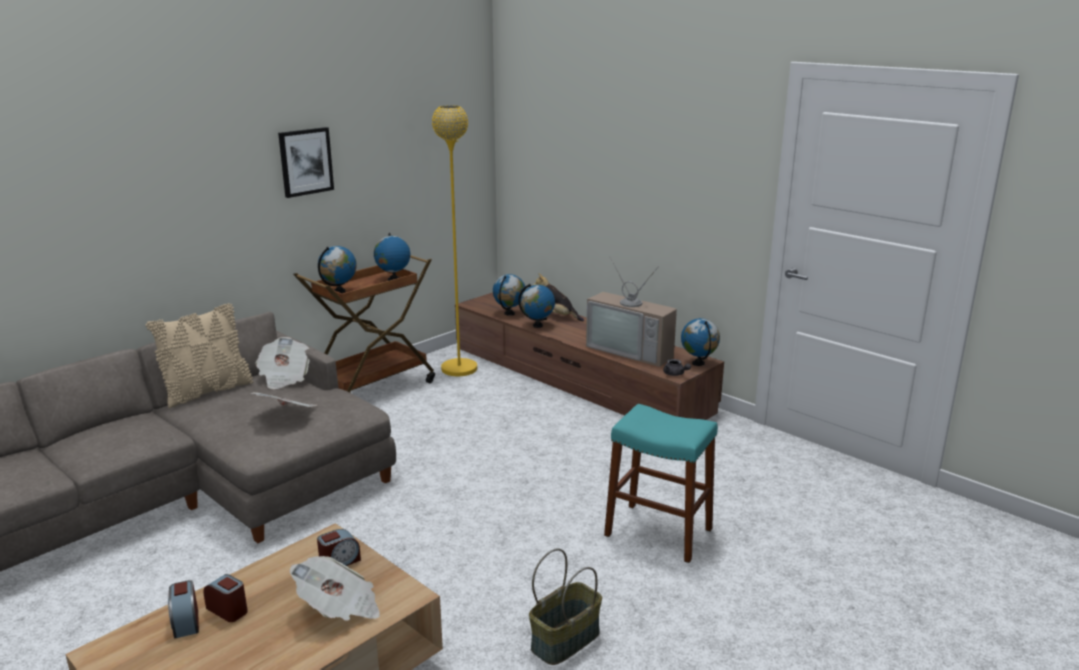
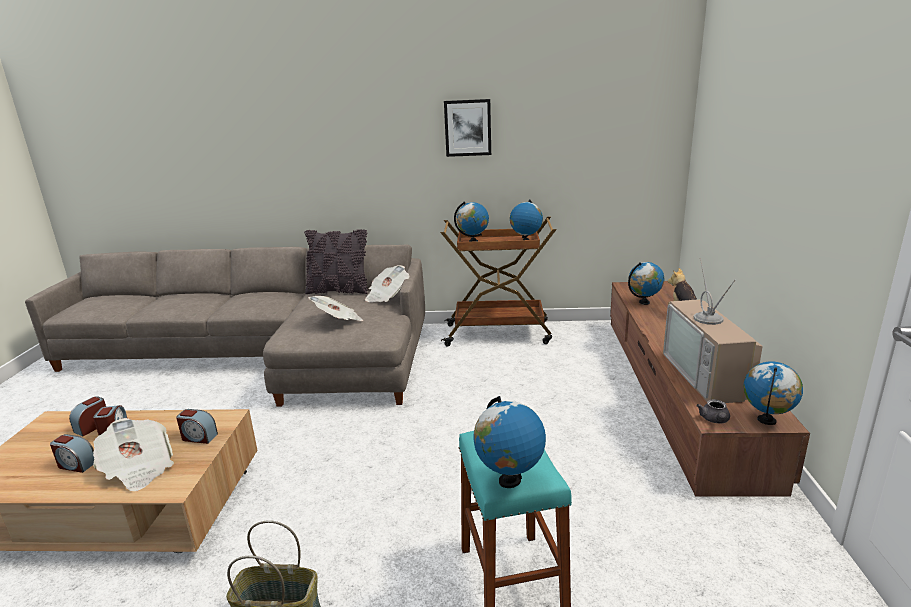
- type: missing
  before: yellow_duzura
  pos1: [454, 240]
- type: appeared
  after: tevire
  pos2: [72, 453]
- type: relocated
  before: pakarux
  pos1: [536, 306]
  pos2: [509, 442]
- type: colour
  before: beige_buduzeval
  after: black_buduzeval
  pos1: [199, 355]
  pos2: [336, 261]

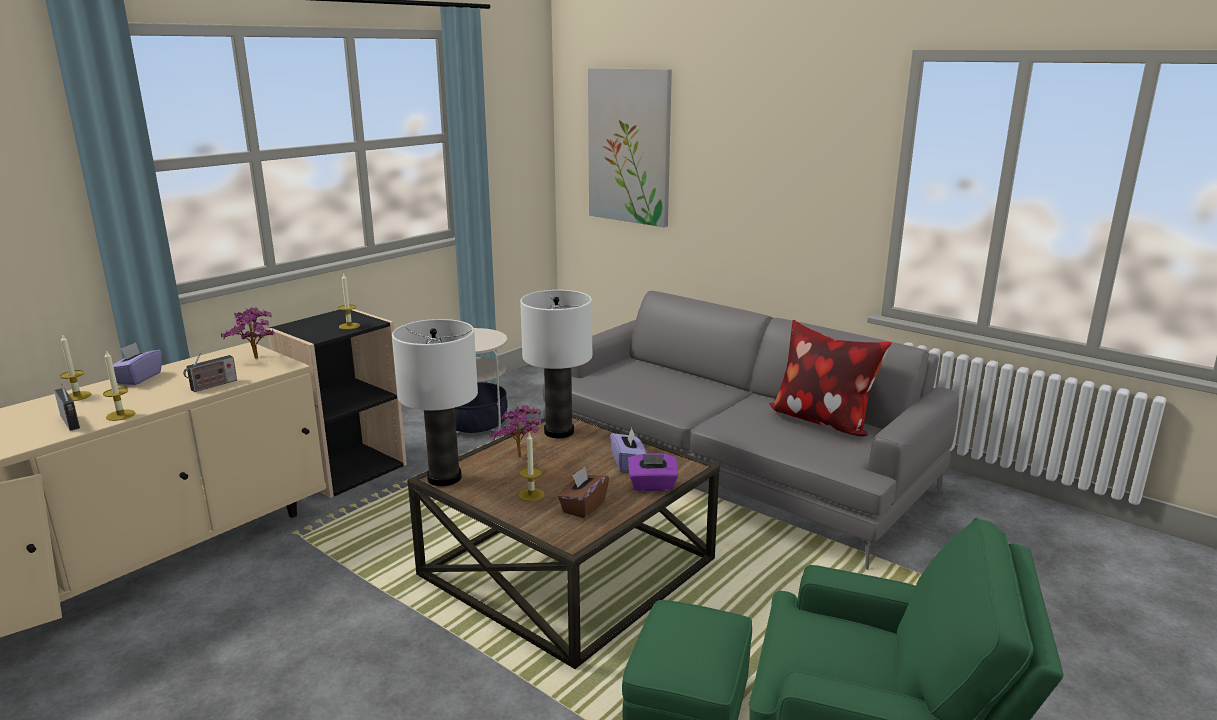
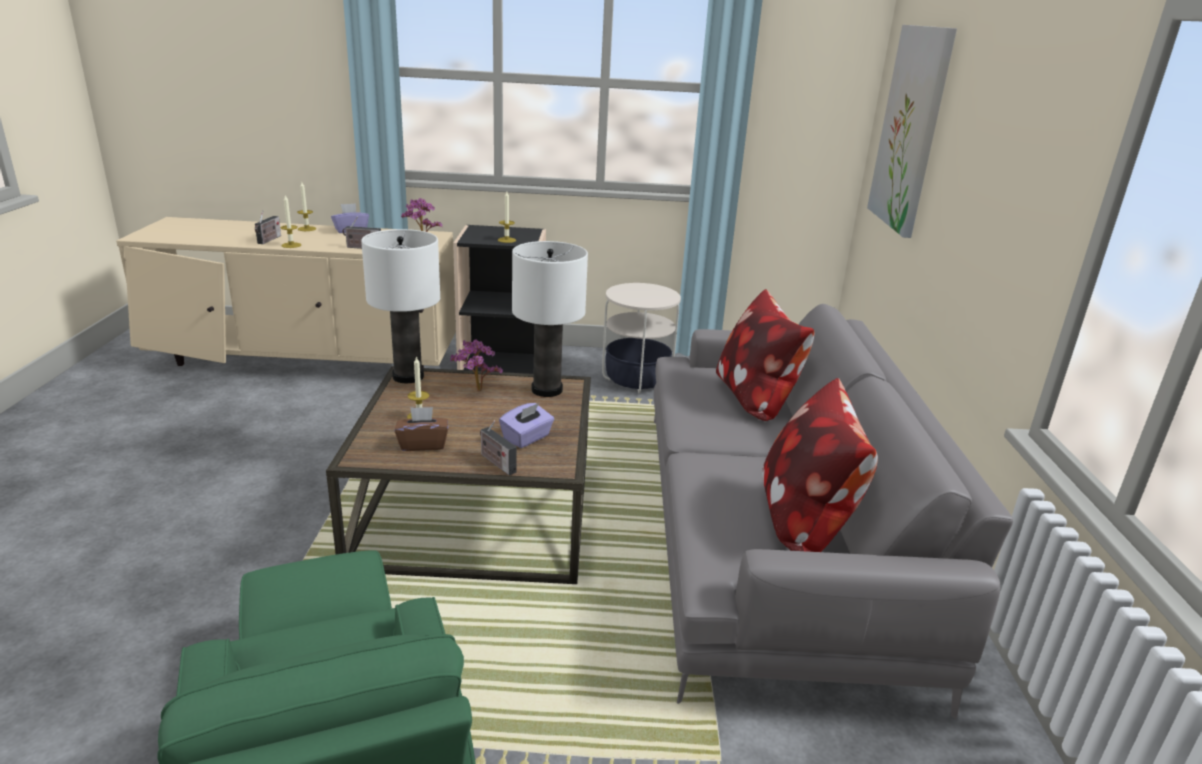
- type: appeared
  after: buduzeval
  pos2: [765, 355]
- type: exchanged
  before: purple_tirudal
  after: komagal
  pos1: [653, 472]
  pos2: [498, 448]

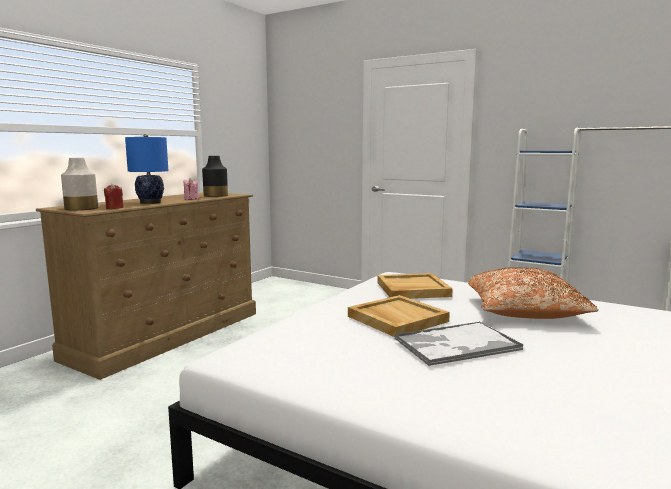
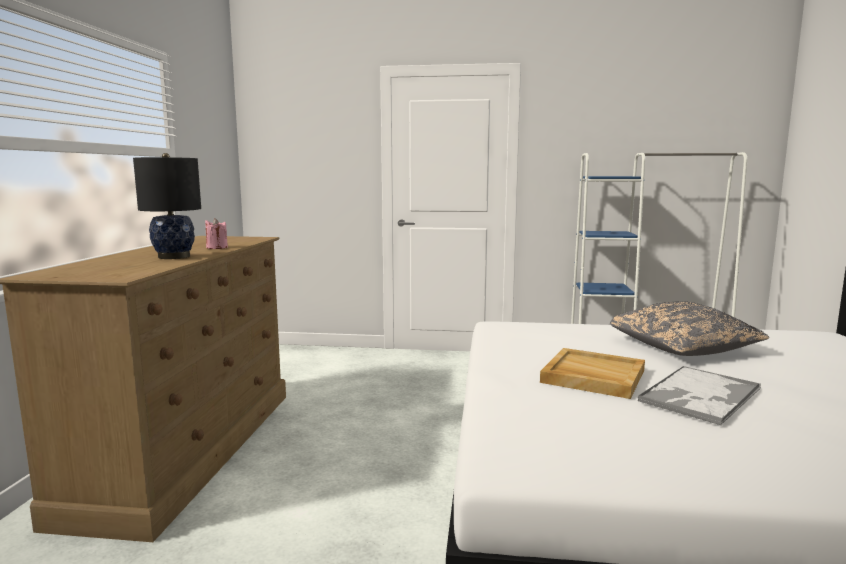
- type: missing
  before: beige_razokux
  pos1: [79, 184]
- type: missing
  before: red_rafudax
  pos1: [114, 196]
- type: missing
  before: black_razokux
  pos1: [215, 176]
- type: missing
  before: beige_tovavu
  pos1: [415, 286]
- type: colour
  before: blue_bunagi
  after: black_bunagi
  pos1: [146, 169]
  pos2: [167, 206]
- type: colour
  before: orange_buduzeval
  after: grey_buduzeval
  pos1: [533, 293]
  pos2: [689, 328]

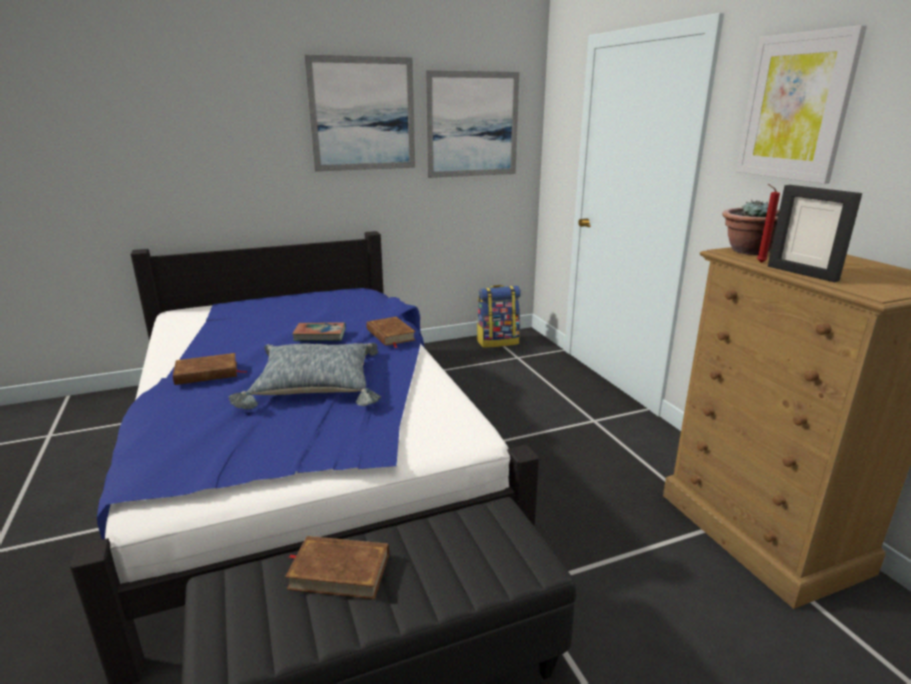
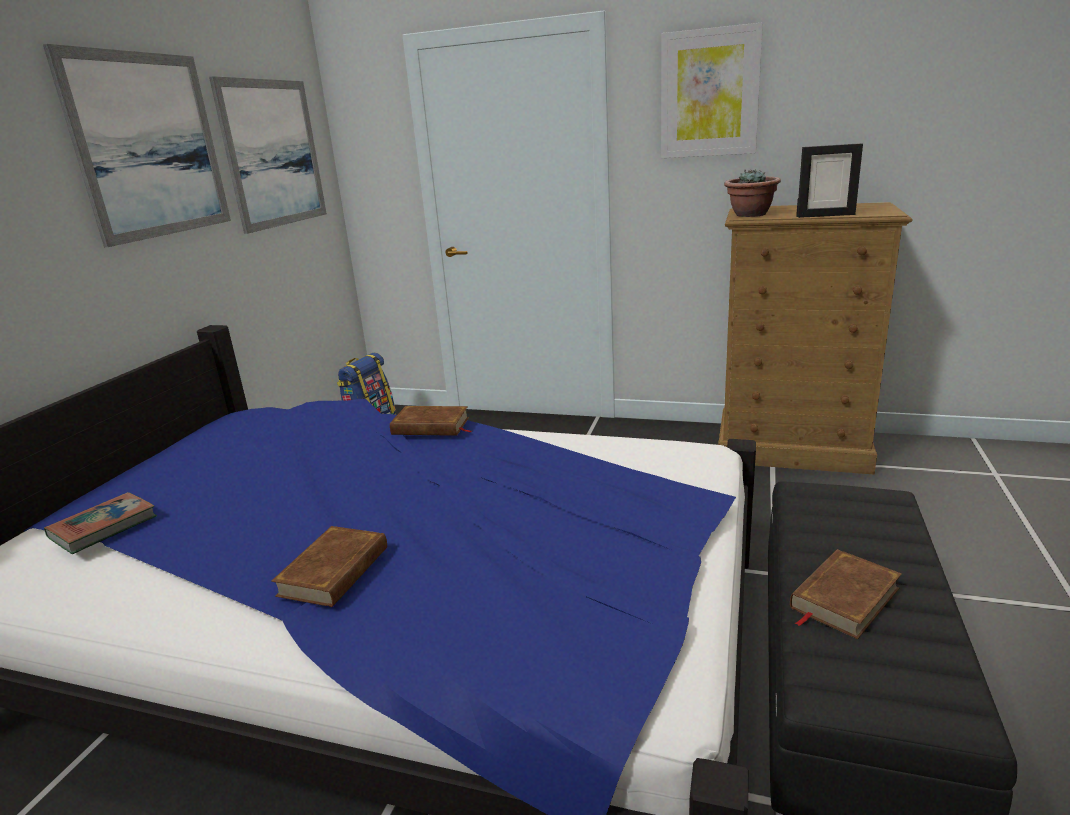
- type: missing
  before: buduzeval
  pos1: [304, 376]
- type: missing
  before: red_rafudax
  pos1: [768, 223]
- type: relocated
  before: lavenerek
  pos1: [319, 331]
  pos2: [100, 523]

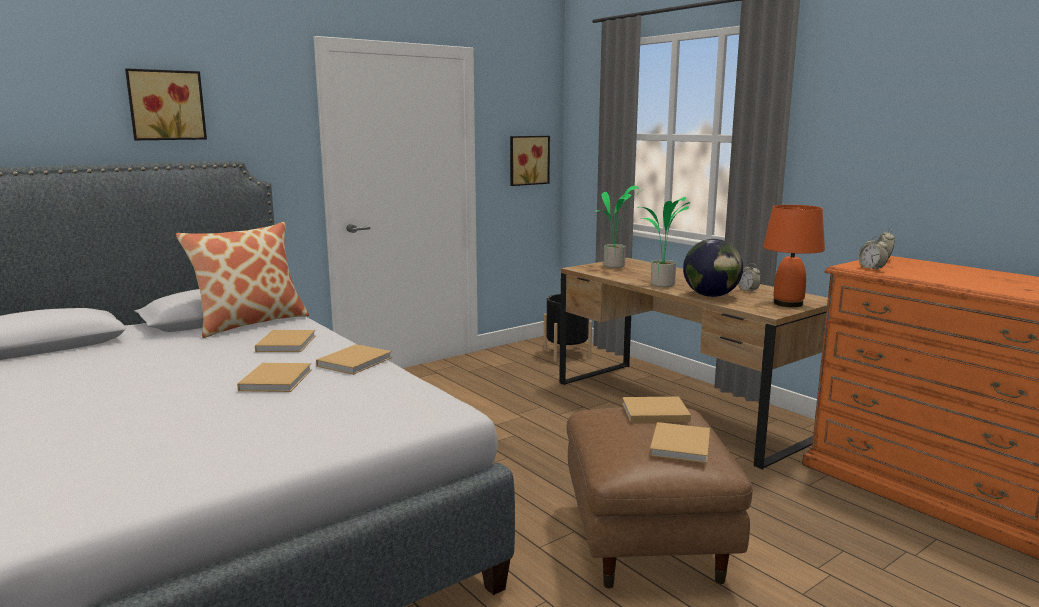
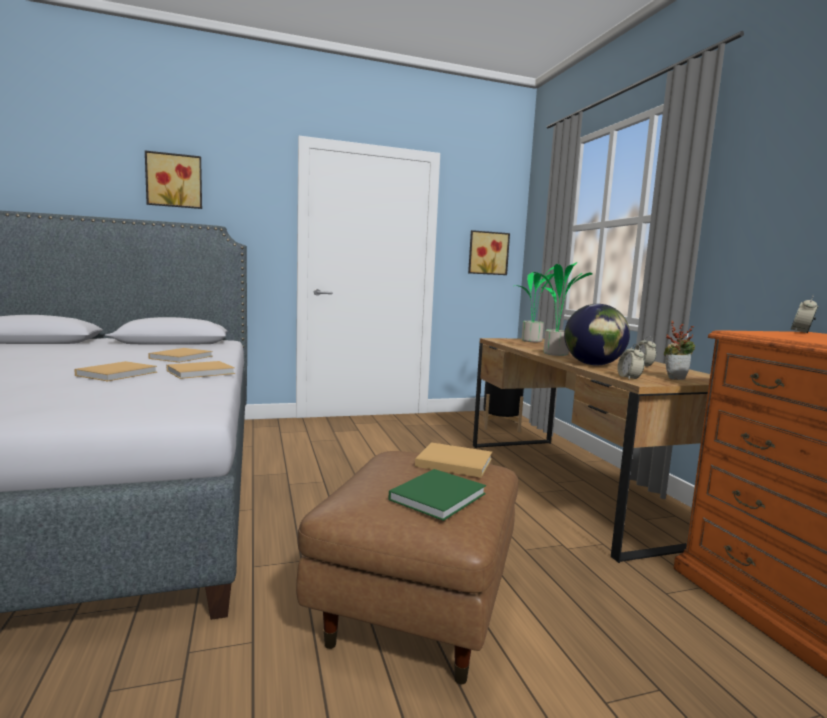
- type: missing
  before: buduzeval
  pos1: [242, 280]
- type: relocated
  before: tevire
  pos1: [873, 253]
  pos2: [631, 362]
- type: exchanged
  before: orange_bunagi
  after: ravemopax
  pos1: [794, 256]
  pos2: [679, 350]
- type: colour
  before: beige_lavenerek
  after: green_lavenerek
  pos1: [680, 442]
  pos2: [437, 495]

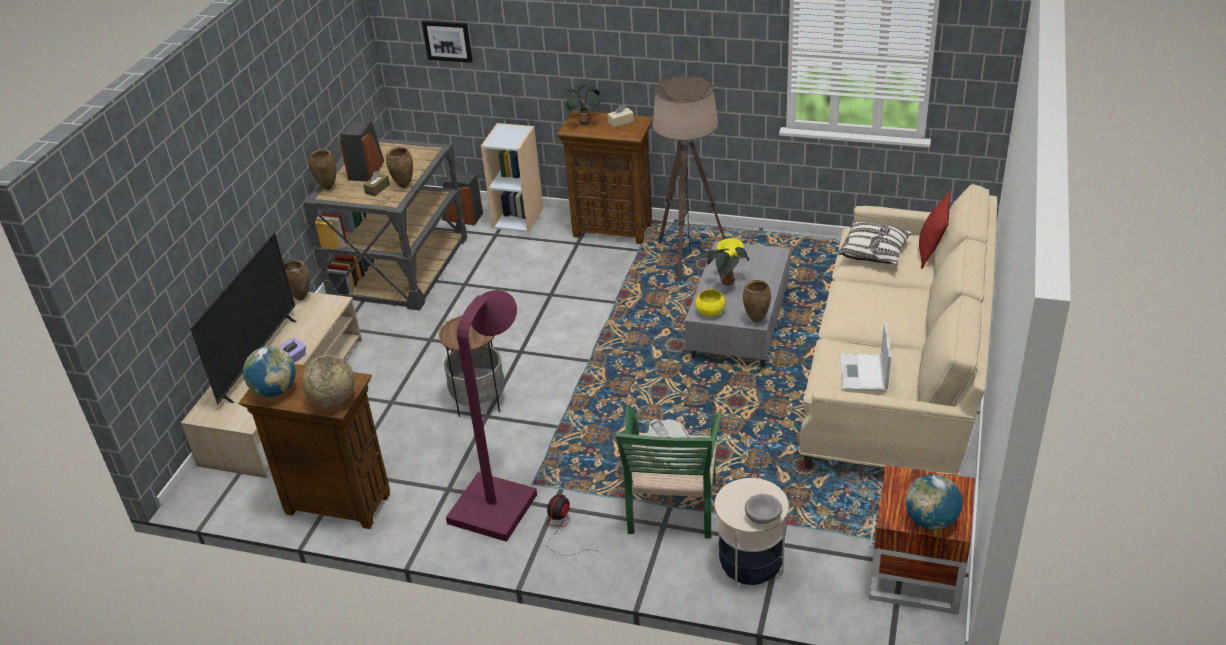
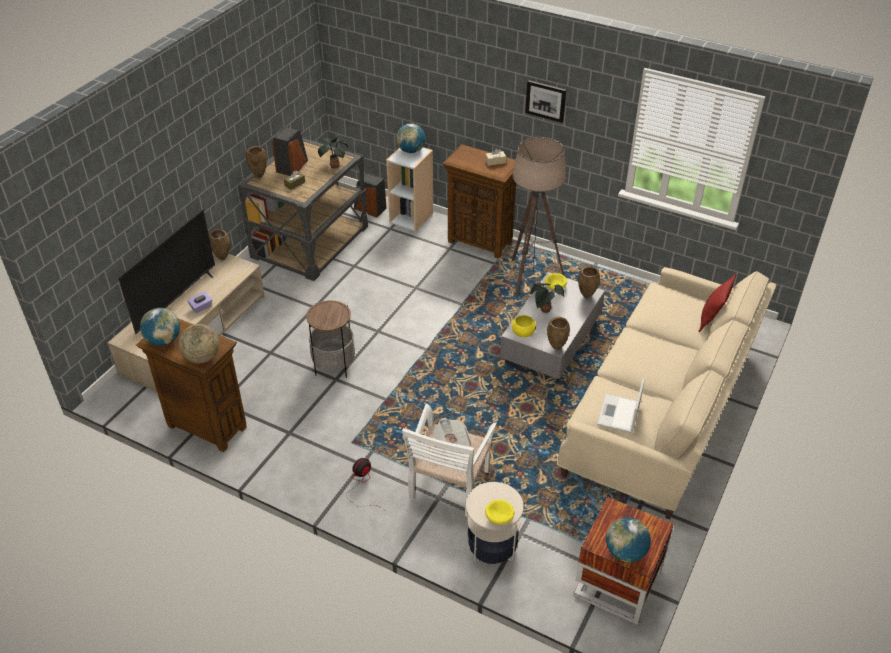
- type: missing
  before: purple_duzura
  pos1: [491, 416]
- type: missing
  before: buduzeval
  pos1: [875, 243]
- type: appeared
  after: pakarux
  pos2: [410, 138]
- type: relocated
  before: brown_razokux
  pos1: [399, 167]
  pos2: [589, 282]
- type: relocated
  before: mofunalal
  pos1: [447, 41]
  pos2: [545, 101]
- type: relocated
  before: ravemopax
  pos1: [582, 104]
  pos2: [333, 152]
- type: colour
  before: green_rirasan
  after: white_rirasan
  pos1: [669, 473]
  pos2: [449, 460]
- type: colour
  before: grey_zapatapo
  after: yellow_zapatapo
  pos1: [763, 508]
  pos2: [499, 512]

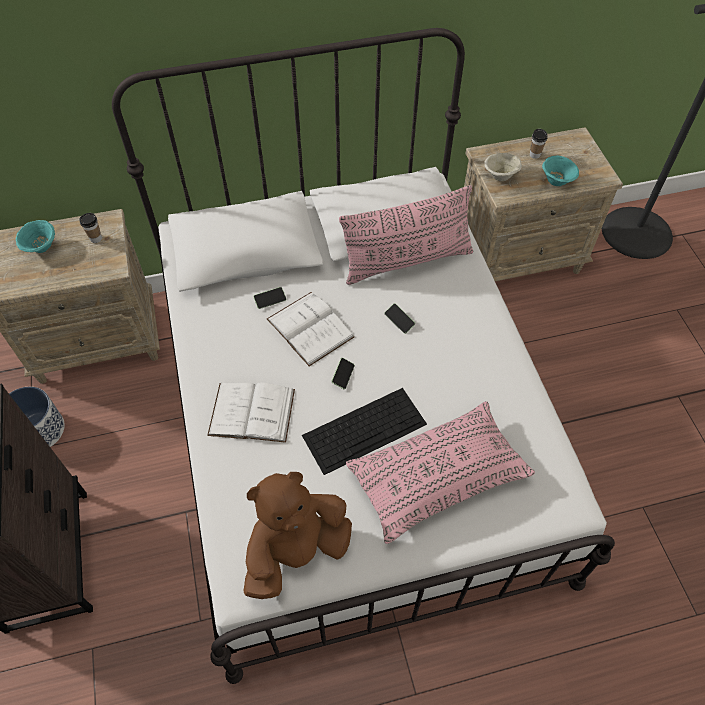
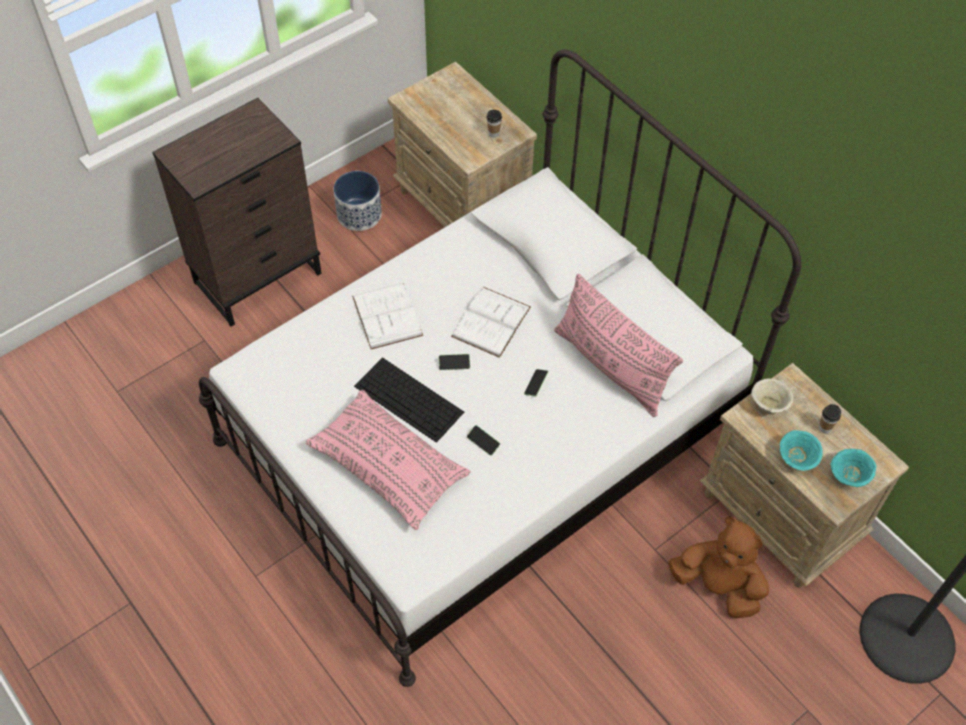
- type: relocated
  before: turquoise_zapatapo
  pos1: [35, 236]
  pos2: [853, 468]
- type: relocated
  before: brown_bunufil
  pos1: [297, 535]
  pos2: [718, 567]
- type: relocated
  before: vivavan
  pos1: [269, 298]
  pos2: [483, 440]

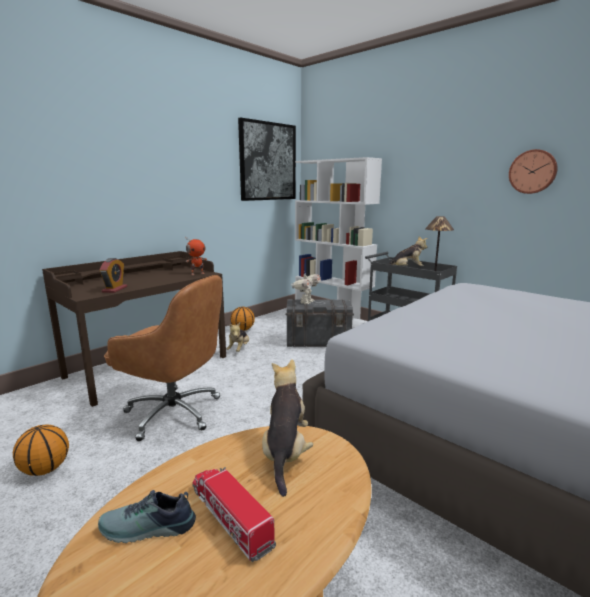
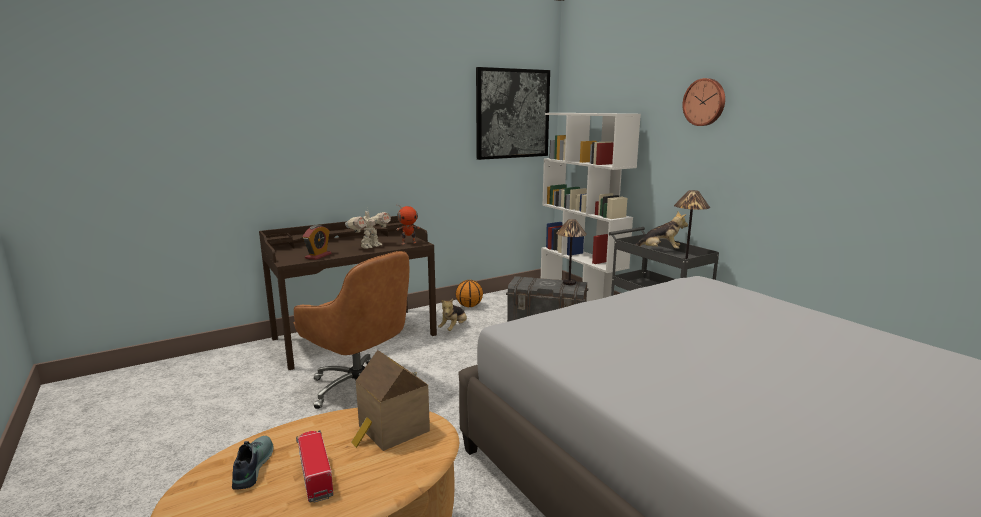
- type: missing
  before: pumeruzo
  pos1: [41, 450]
- type: appeared
  after: bunagi
  pos2: [571, 252]
- type: relocated
  before: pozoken
  pos1: [306, 288]
  pos2: [368, 227]
- type: relocated
  before: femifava
  pos1: [533, 171]
  pos2: [703, 102]
- type: exchanged
  before: bunufil
  after: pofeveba
  pos1: [287, 428]
  pos2: [390, 400]
- type: spun
  before: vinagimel
  pos1: [147, 516]
  pos2: [252, 463]
  turn: 75

